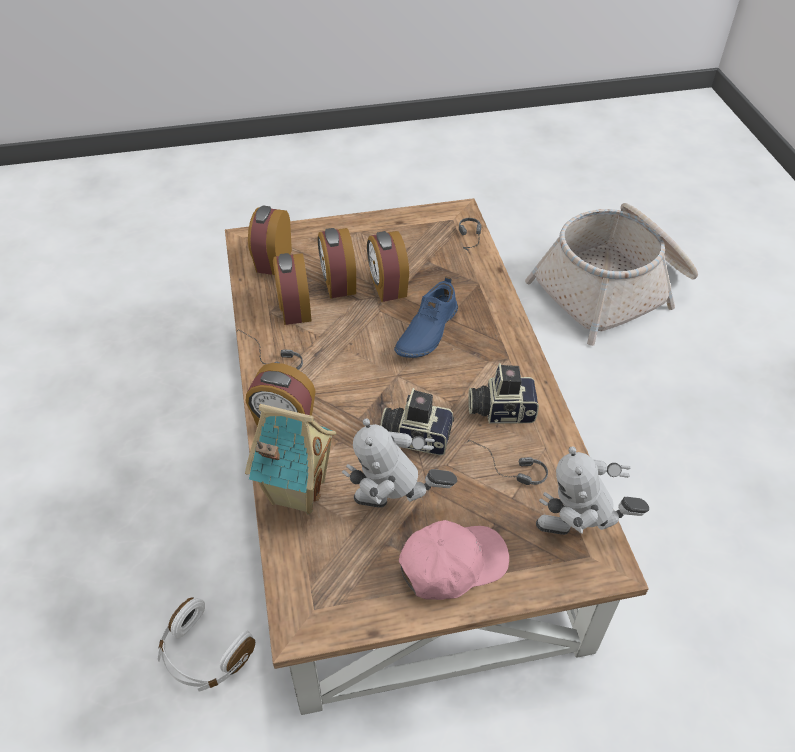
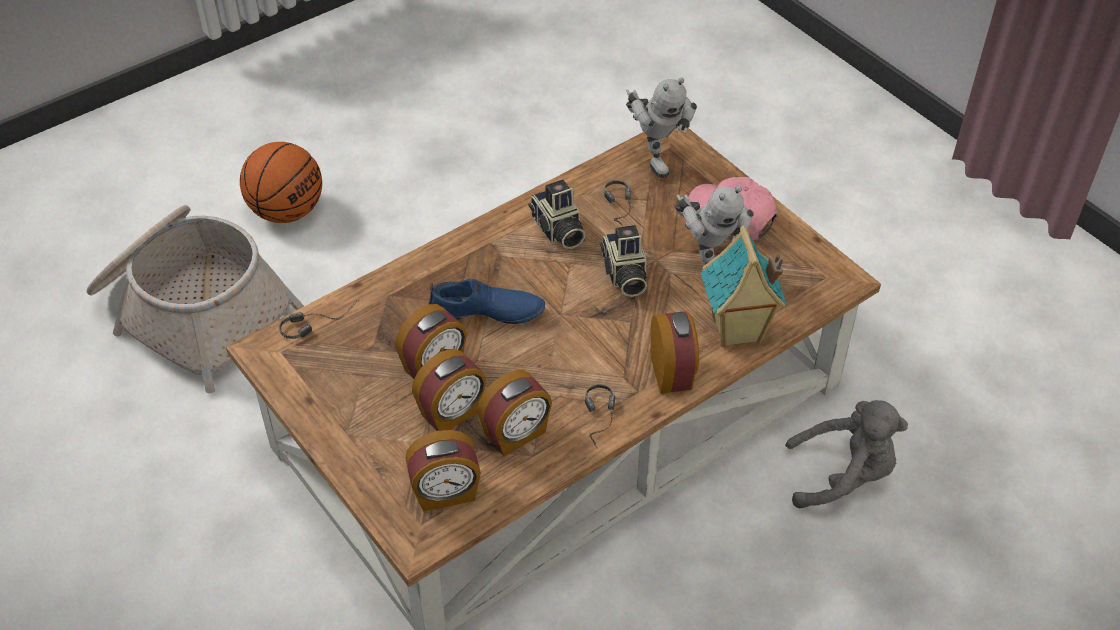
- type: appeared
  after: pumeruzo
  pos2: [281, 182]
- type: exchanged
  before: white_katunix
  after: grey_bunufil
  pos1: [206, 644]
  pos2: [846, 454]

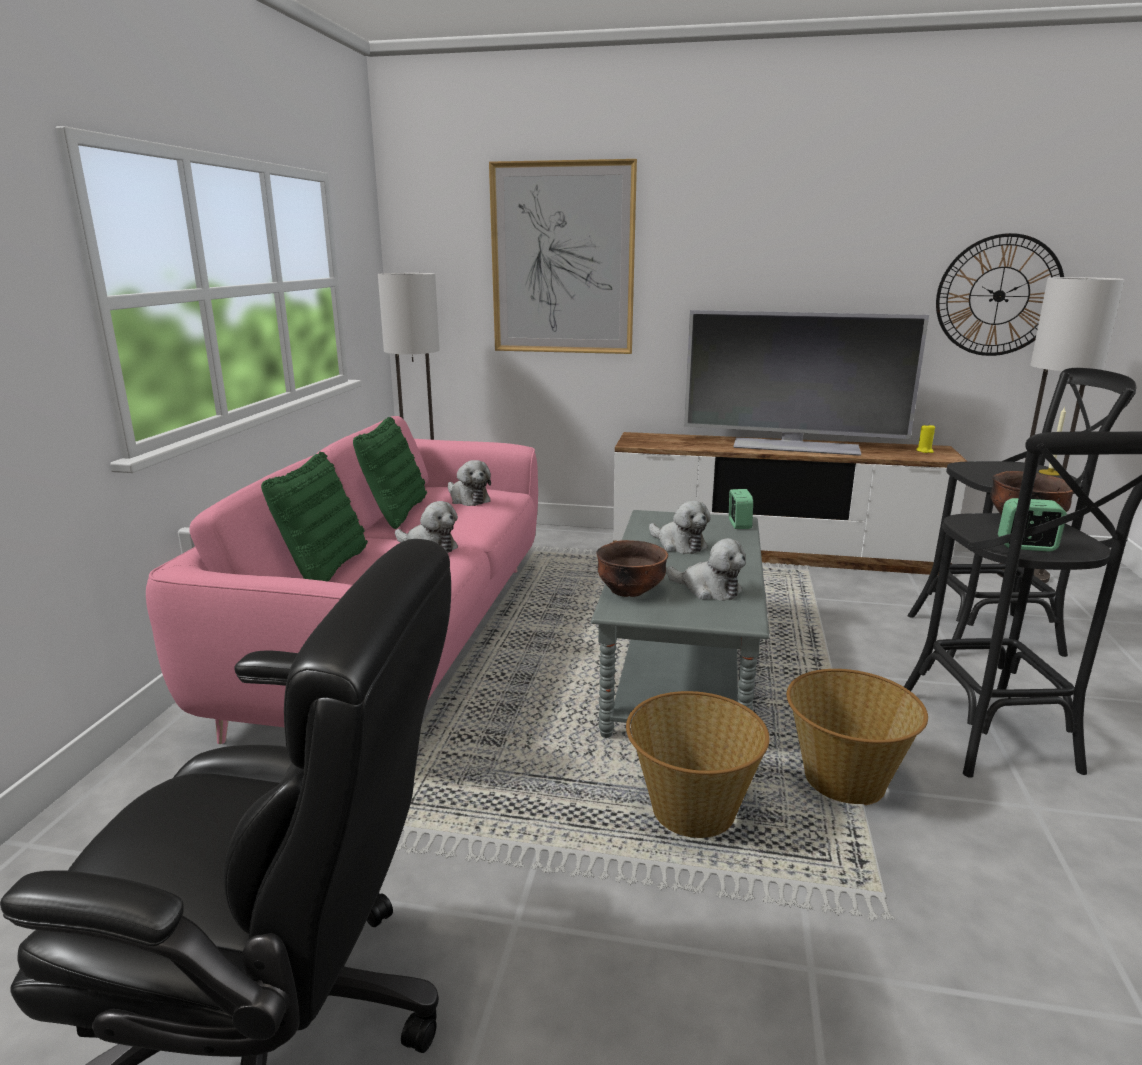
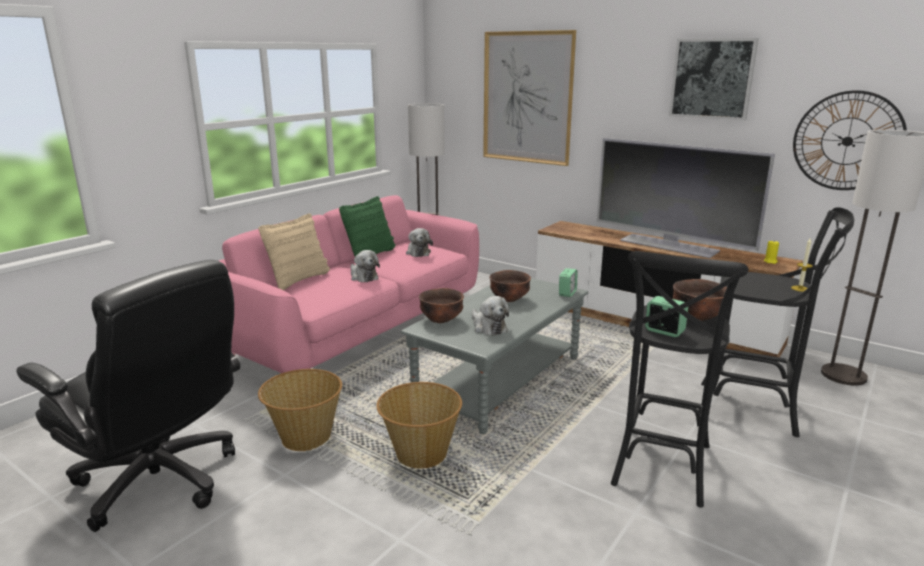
- type: appeared
  after: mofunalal
  pos2: [714, 79]
- type: relocated
  before: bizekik
  pos1: [857, 737]
  pos2: [300, 410]
- type: exchanged
  before: bunufil
  after: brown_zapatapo
  pos1: [680, 527]
  pos2: [510, 286]
- type: colour
  before: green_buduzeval
  after: beige_buduzeval
  pos1: [314, 516]
  pos2: [294, 251]

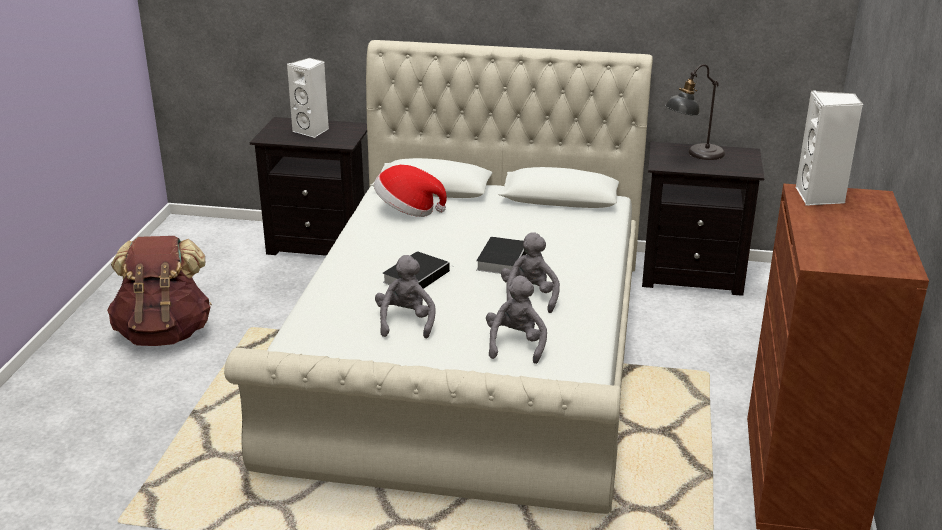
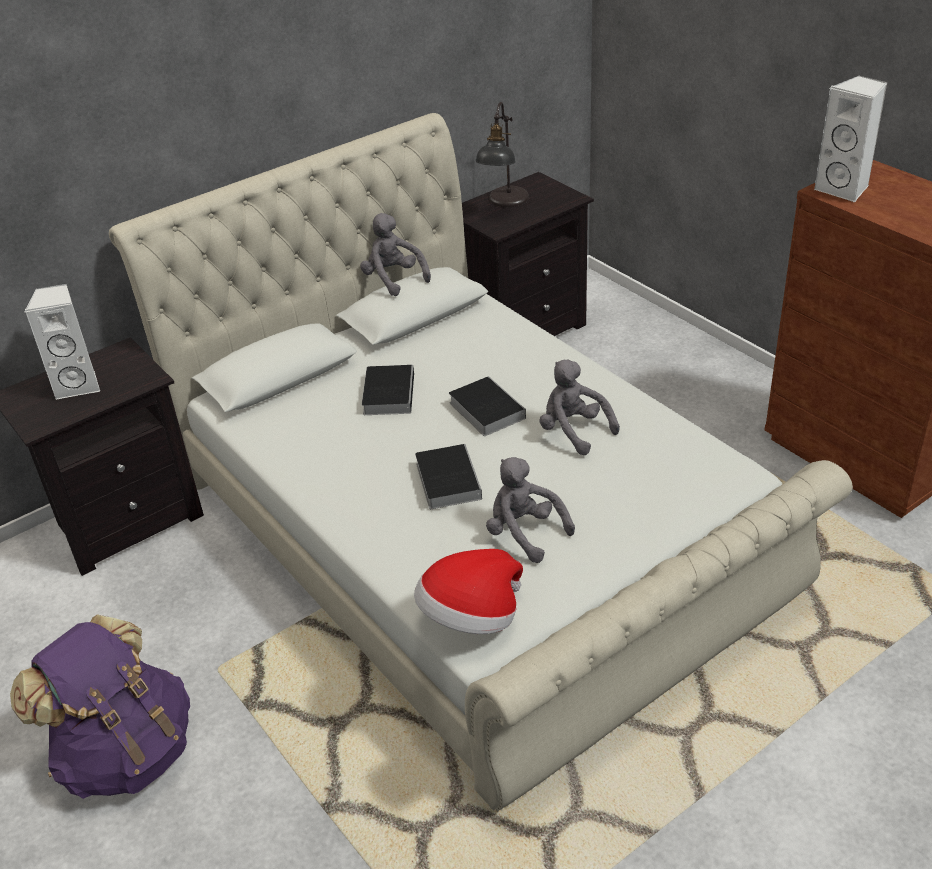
- type: appeared
  after: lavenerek
  pos2: [388, 390]
- type: relocated
  before: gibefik
  pos1: [410, 191]
  pos2: [468, 591]
- type: relocated
  before: grey_bunufil
  pos1: [516, 320]
  pos2: [395, 254]
- type: colour
  before: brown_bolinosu
  after: purple_bolinosu
  pos1: [159, 291]
  pos2: [100, 706]

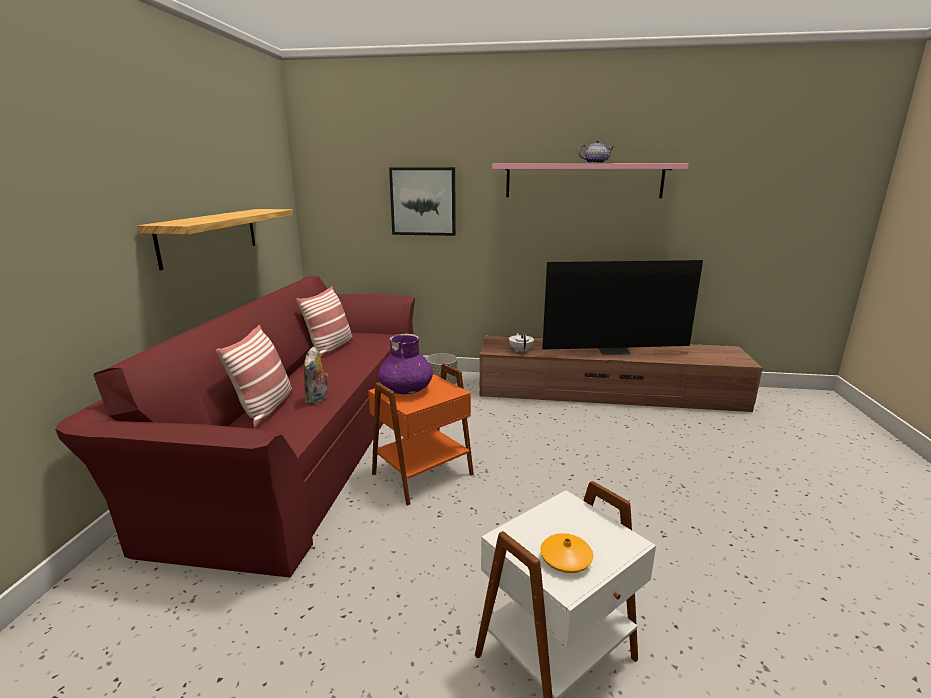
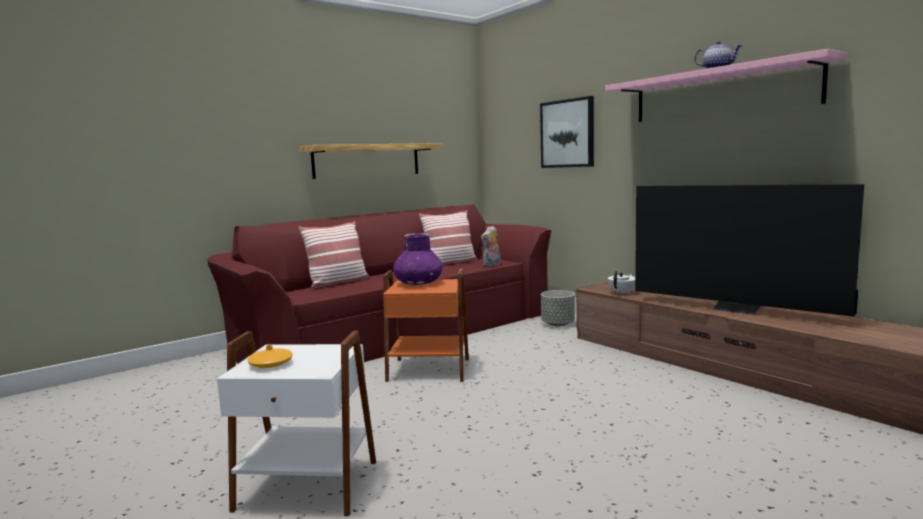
- type: relocated
  before: bunufil
  pos1: [316, 375]
  pos2: [491, 246]

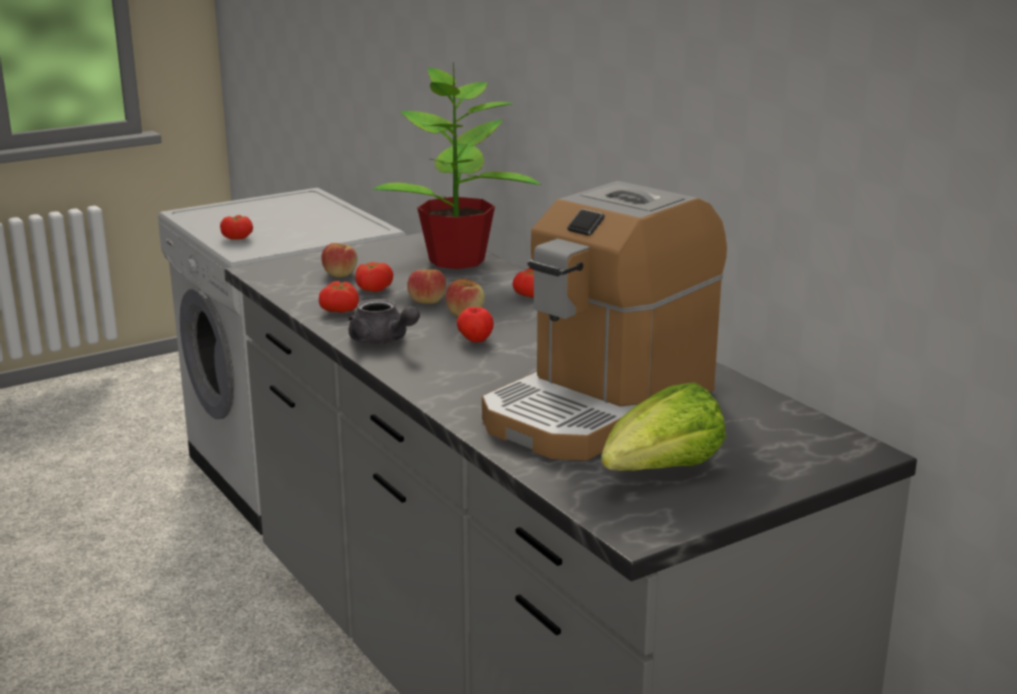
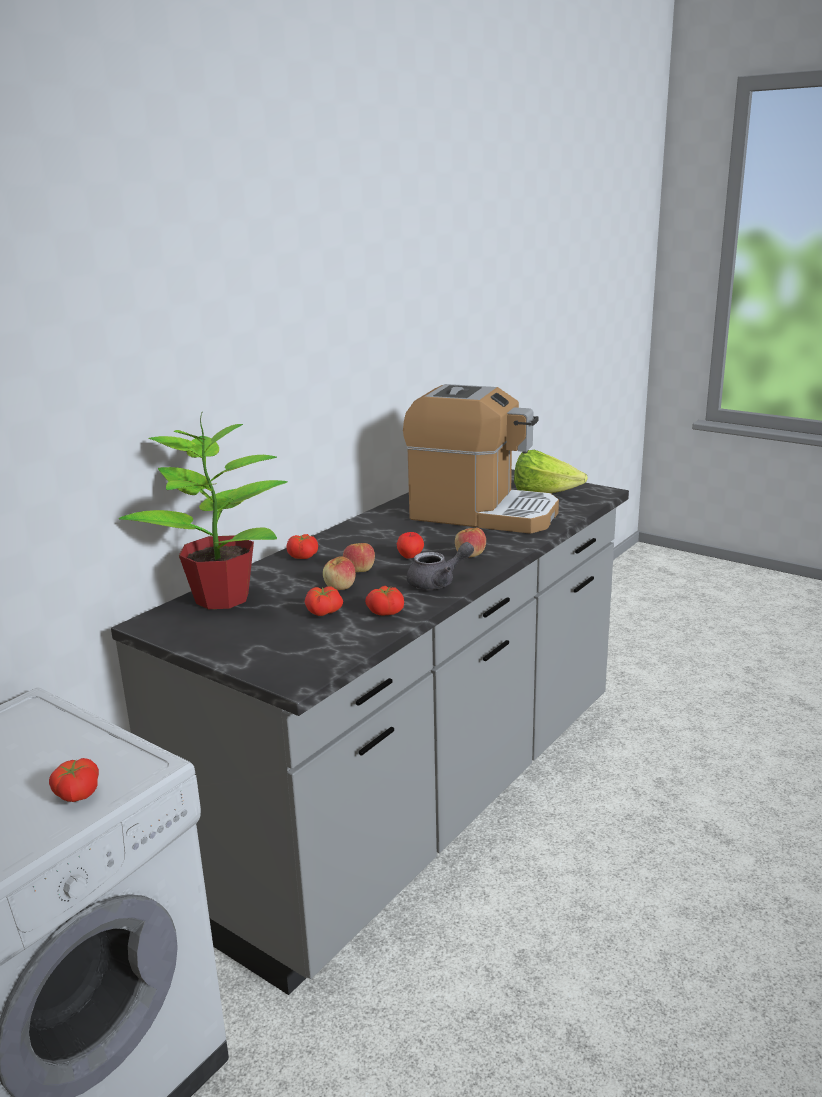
- type: relocated
  before: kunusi
  pos1: [339, 260]
  pos2: [470, 542]
- type: spun
  before: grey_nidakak
  pos1: [384, 322]
  pos2: [440, 566]
  turn: 45

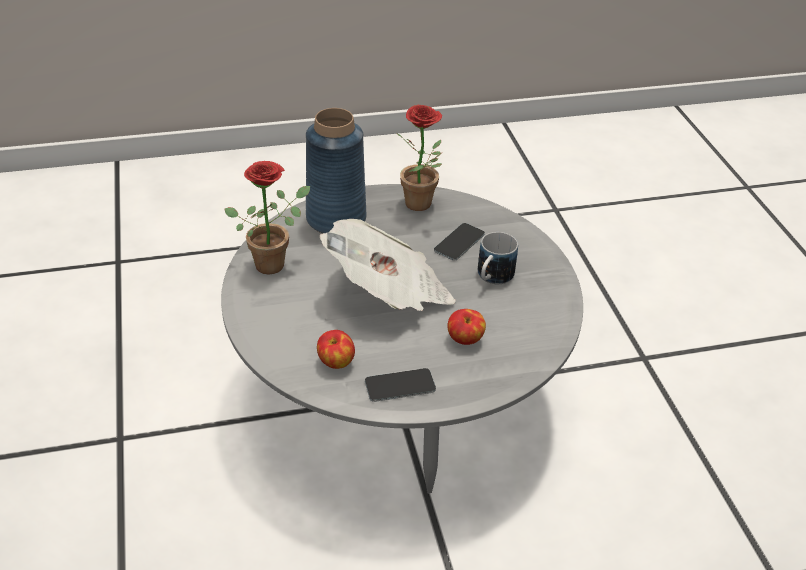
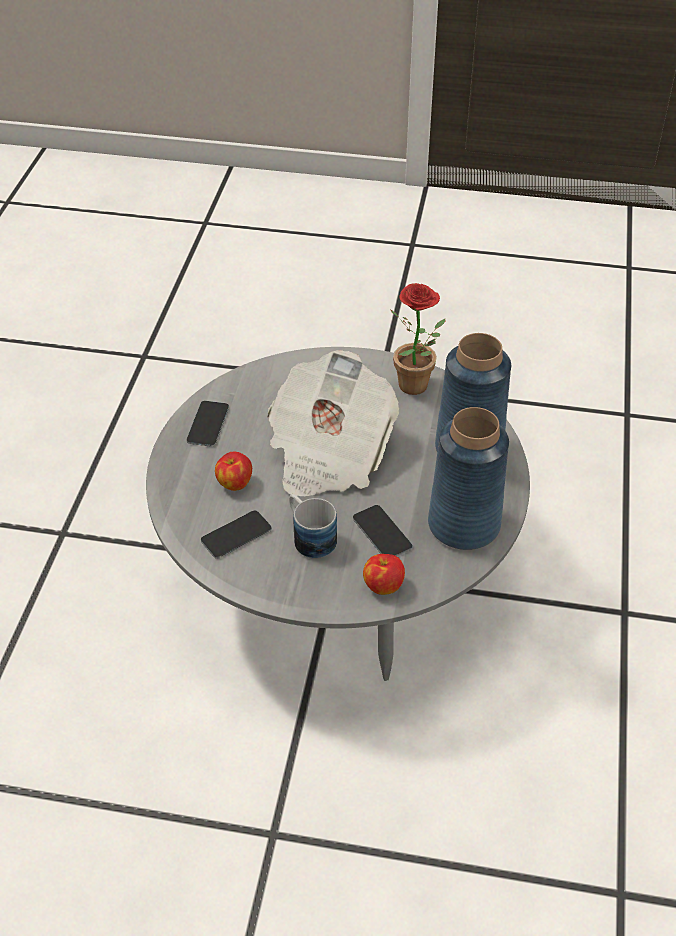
- type: appeared
  after: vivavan
  pos2: [236, 535]
- type: relocated
  before: kunusi
  pos1: [336, 349]
  pos2: [384, 574]
- type: exchanged
  before: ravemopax
  after: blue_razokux
  pos1: [419, 158]
  pos2: [468, 478]

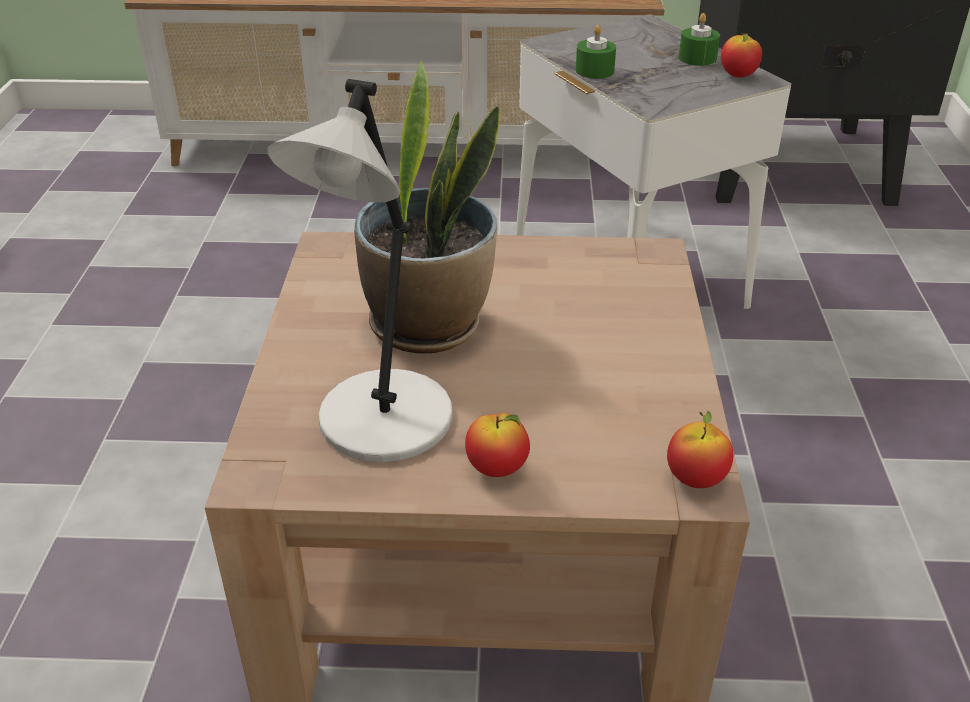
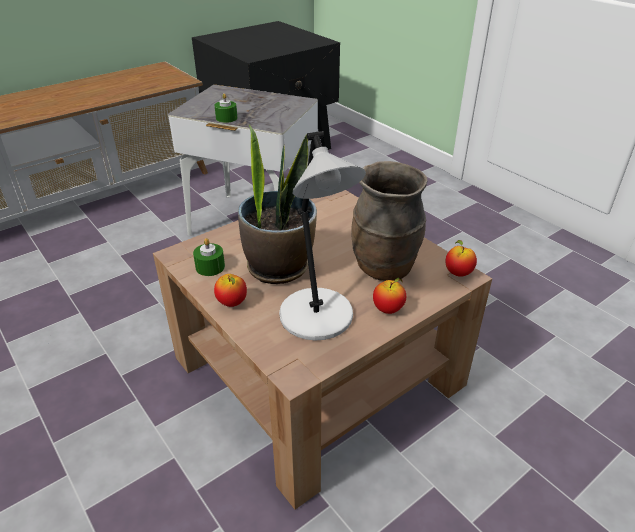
- type: appeared
  after: brown_razokux
  pos2: [389, 221]
- type: relocated
  before: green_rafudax
  pos1: [699, 39]
  pos2: [209, 257]
- type: relocated
  before: kunusi
  pos1: [741, 55]
  pos2: [230, 290]

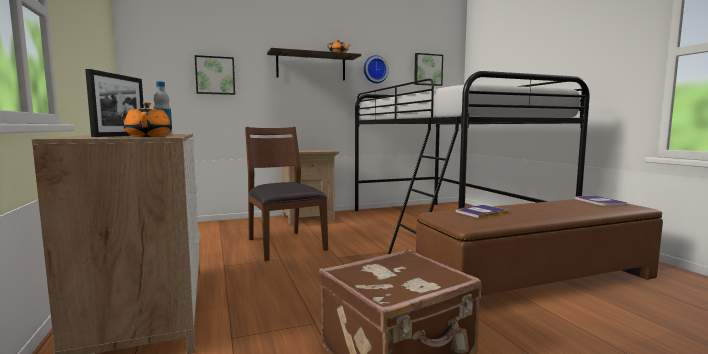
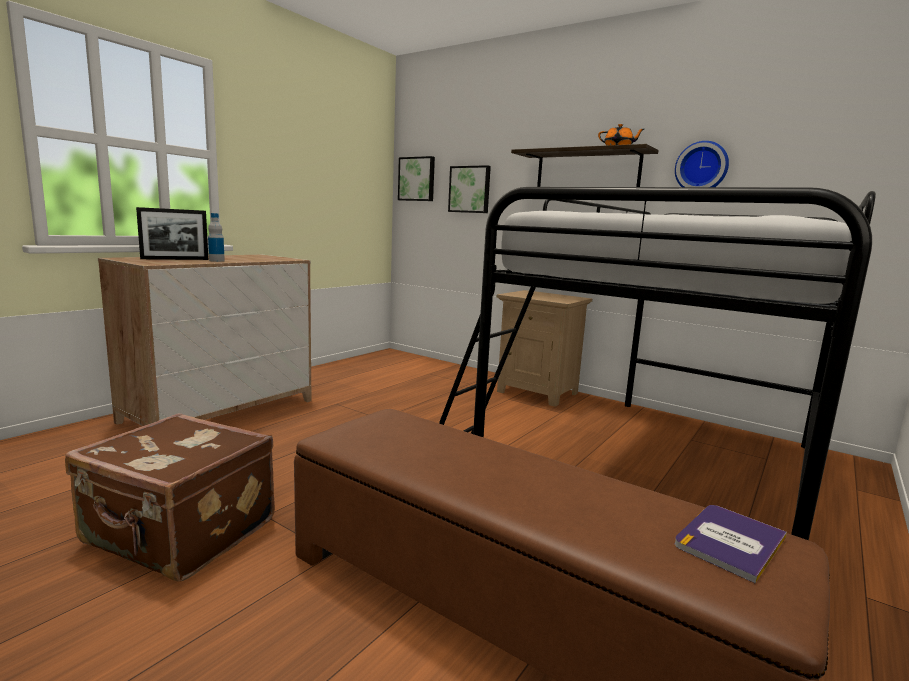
- type: missing
  before: orange_nidakak
  pos1: [148, 120]
- type: missing
  before: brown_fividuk
  pos1: [286, 194]
- type: missing
  before: lavenerek
  pos1: [482, 211]
- type: relocated
  before: mofunalal
  pos1: [428, 69]
  pos2: [416, 178]

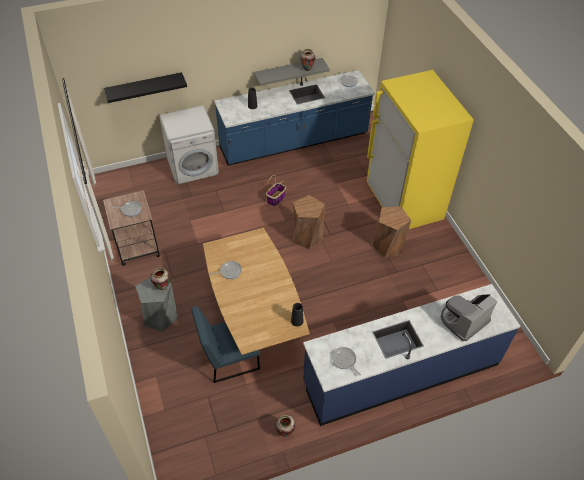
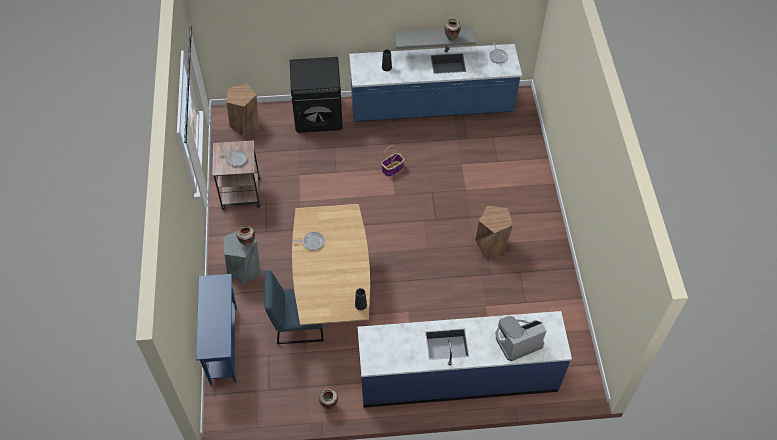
- type: missing
  before: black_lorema
  pos1: [145, 87]
- type: missing
  before: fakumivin
  pos1: [346, 361]
- type: missing
  before: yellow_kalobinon
  pos1: [420, 149]
- type: appeared
  after: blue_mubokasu
  pos2: [216, 329]
- type: relocated
  before: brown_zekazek
  pos1: [308, 222]
  pos2: [242, 110]
- type: colour
  before: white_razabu
  after: black_razabu
  pos1: [189, 144]
  pos2: [316, 95]

